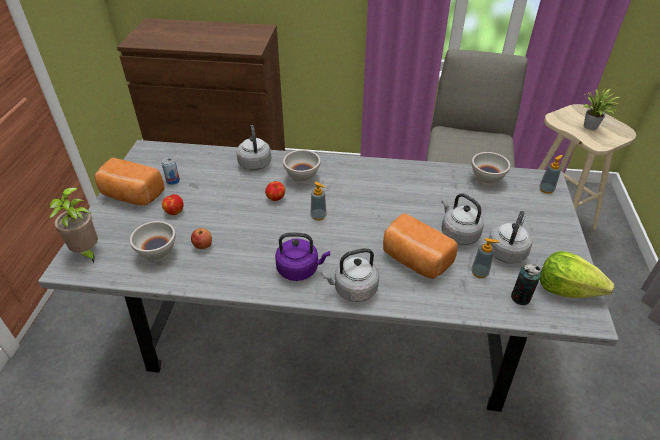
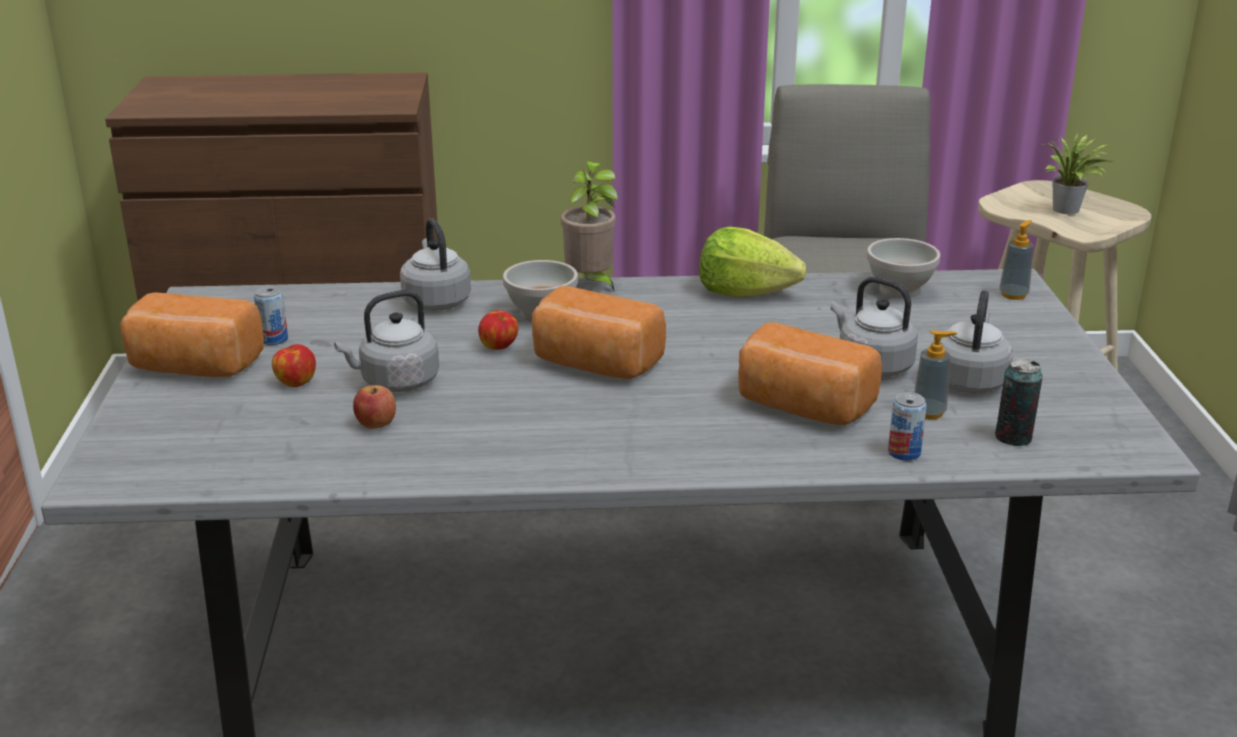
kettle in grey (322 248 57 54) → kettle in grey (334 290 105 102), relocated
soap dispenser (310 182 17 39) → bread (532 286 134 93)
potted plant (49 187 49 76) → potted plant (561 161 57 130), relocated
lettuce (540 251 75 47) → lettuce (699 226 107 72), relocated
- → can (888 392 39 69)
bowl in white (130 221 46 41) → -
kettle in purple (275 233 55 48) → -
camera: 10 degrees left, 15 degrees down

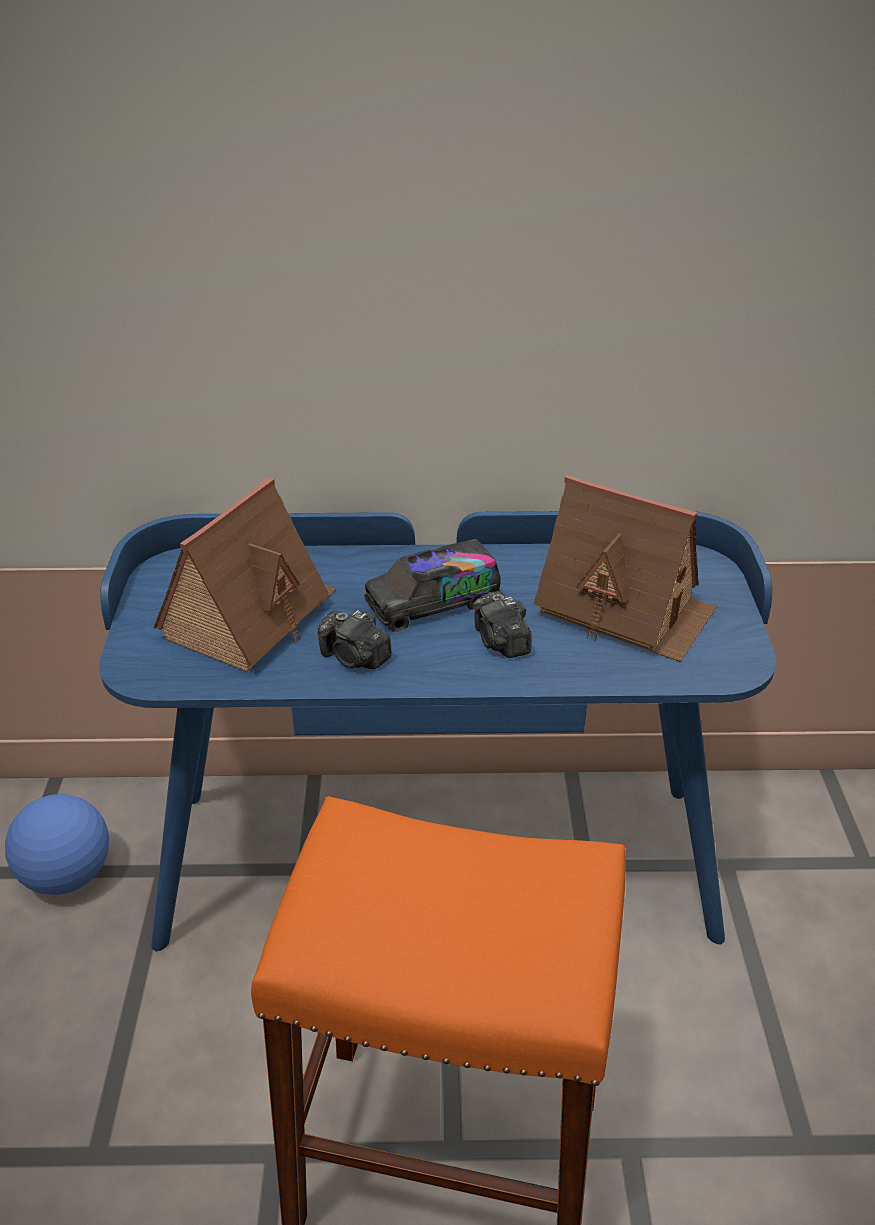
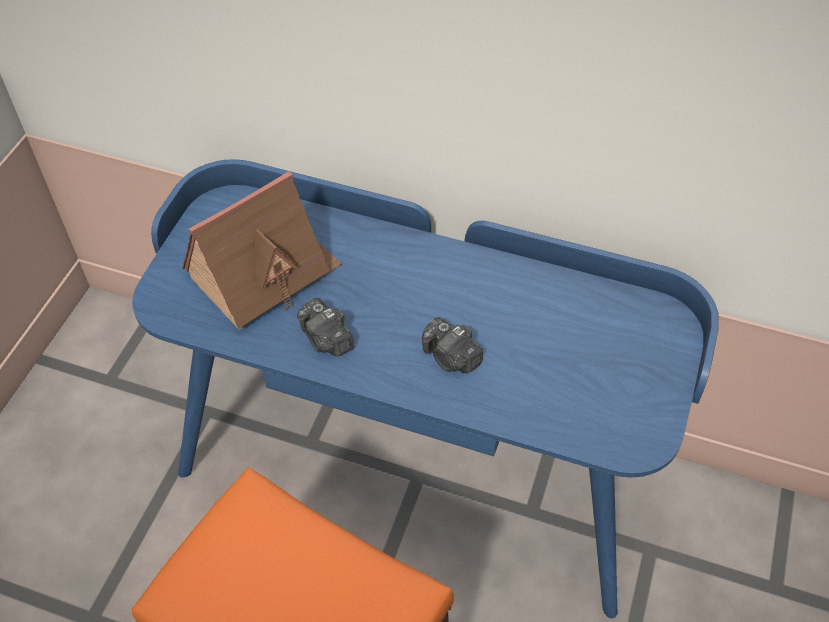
photo camera (472 591 59 67) → photo camera (422 317 61 56), 45 degrees counterclockwise
football (5 794 104 101) → -
toy truck (364 539 137 93) → -
toy house (534 475 183 187) → -
camera: 20 degrees right, 15 degrees up

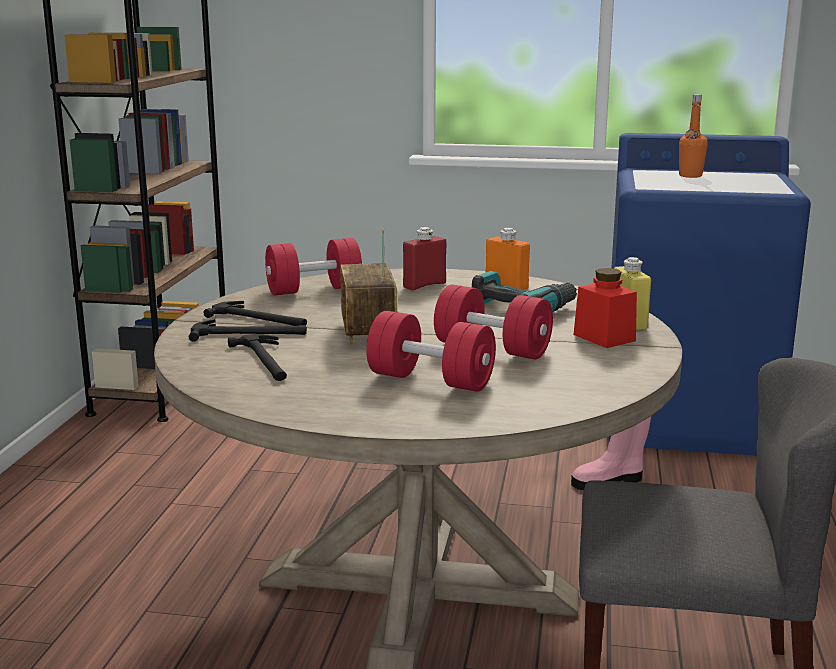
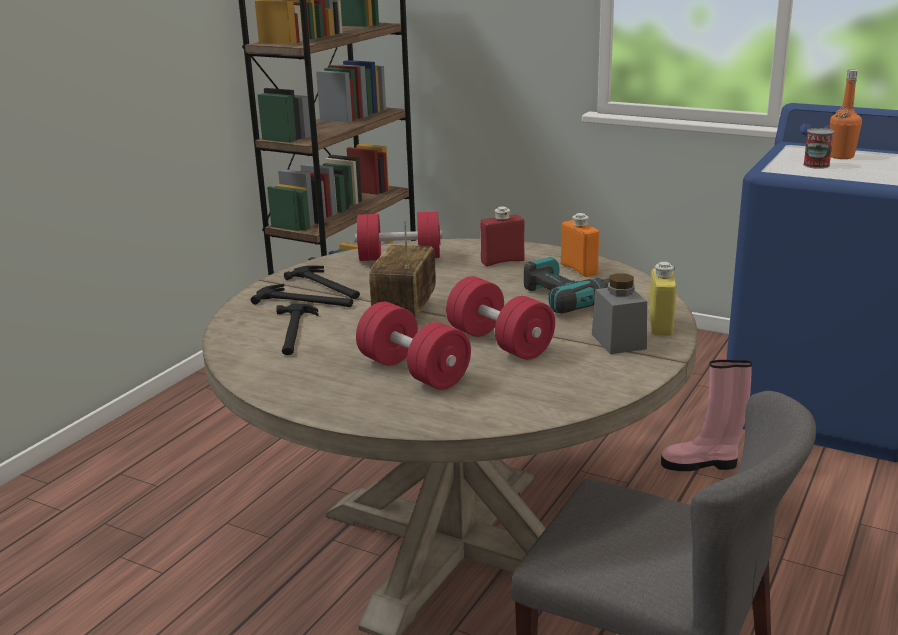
jar in red (573 268 64 80) → jar in grey (592 273 55 81)
- → can (803 128 31 41)
camera: 20 degrees right, 5 degrees up

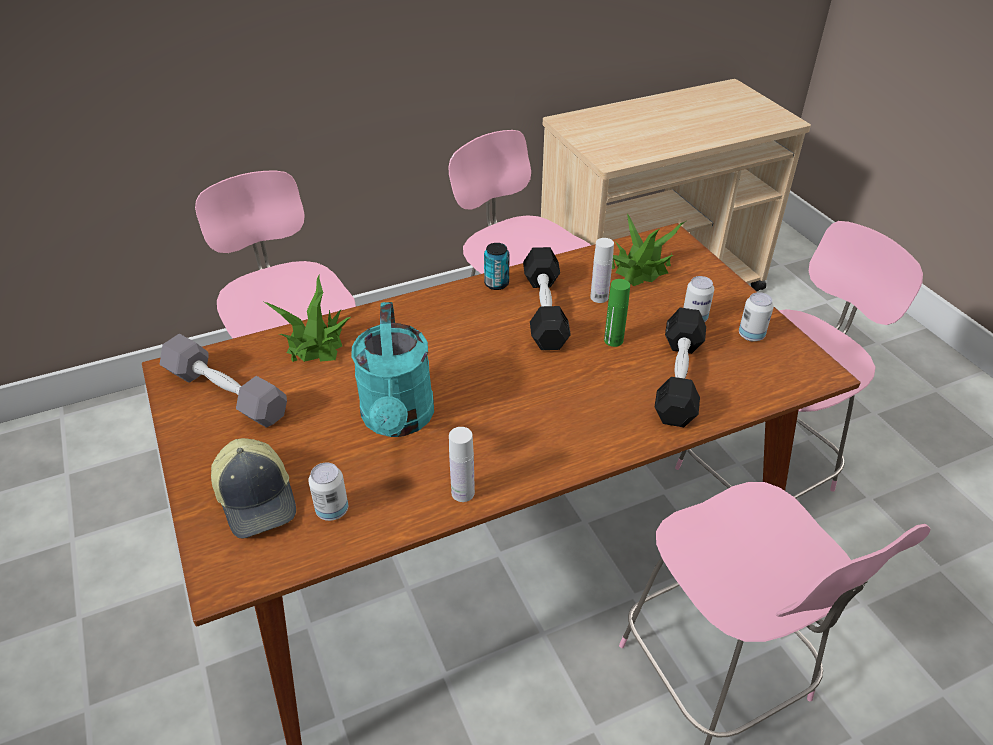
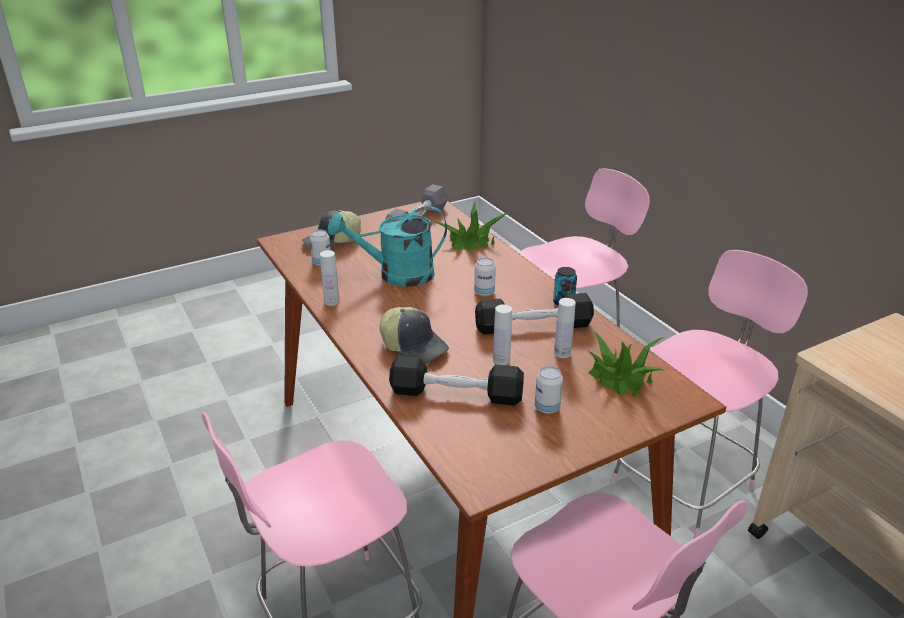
- → cap (379 307 70 57)
can (739 292 35 50) → can (474 257 22 39), relocated
bottle in green (604 279 26 68) → bottle in white (493 304 19 61)
camera: 85 degrees right, 10 degrees down

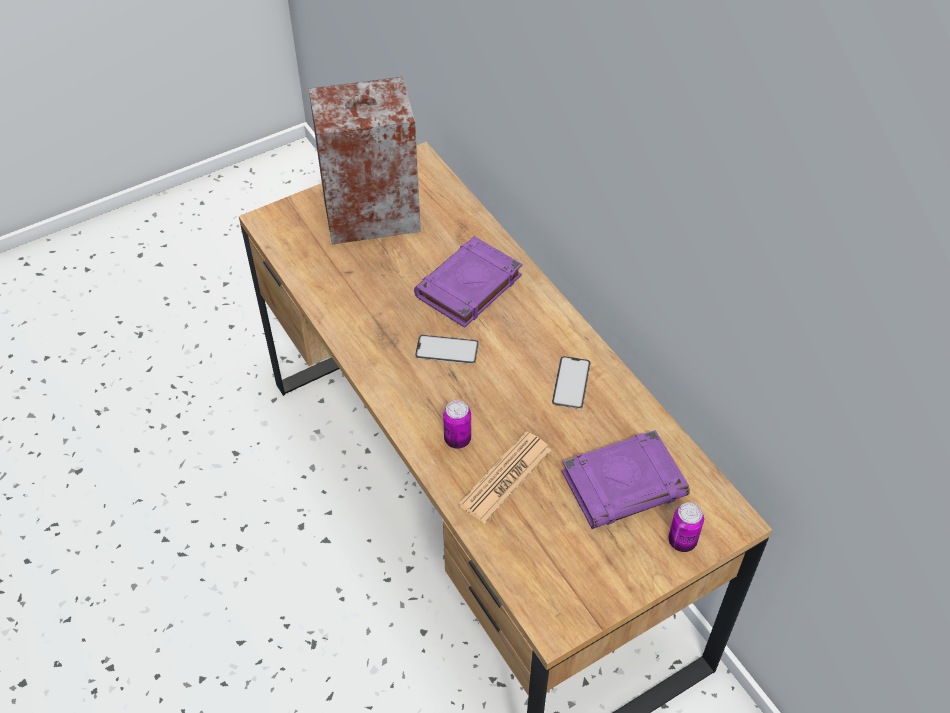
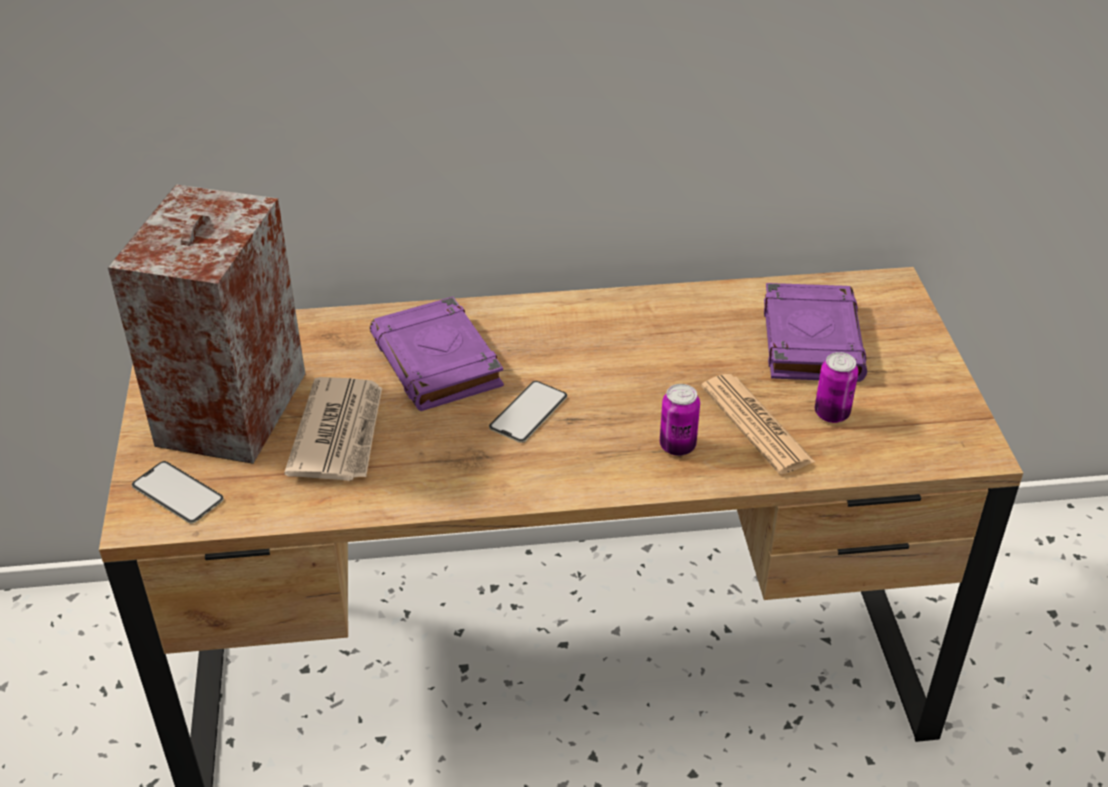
phone (552 356 38 53) → phone (132 461 92 63), relocated
- → newspaper (284 377 98 104)
can (668 502 36 50) → can (815 352 43 71), relocated
camera: 65 degrees left, 10 degrees down

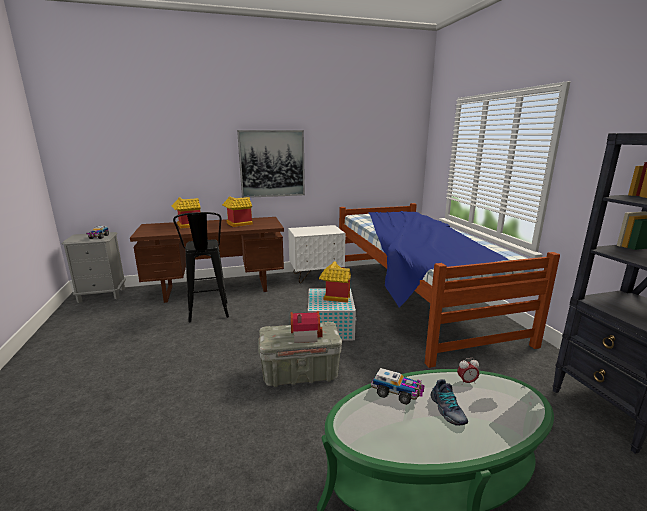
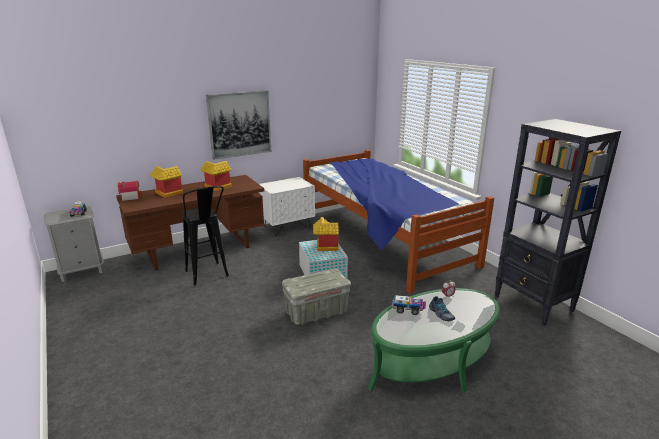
toy house (291 311 31 32) → toy house (118 180 24 21), relocated
camera: 15 degrees left, 5 degrees up

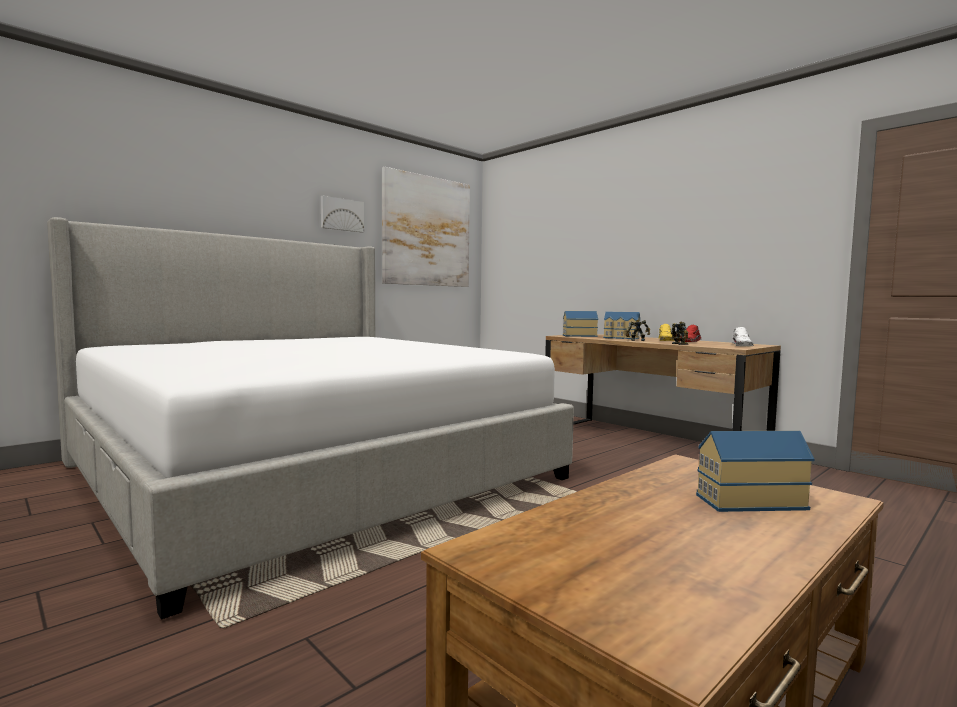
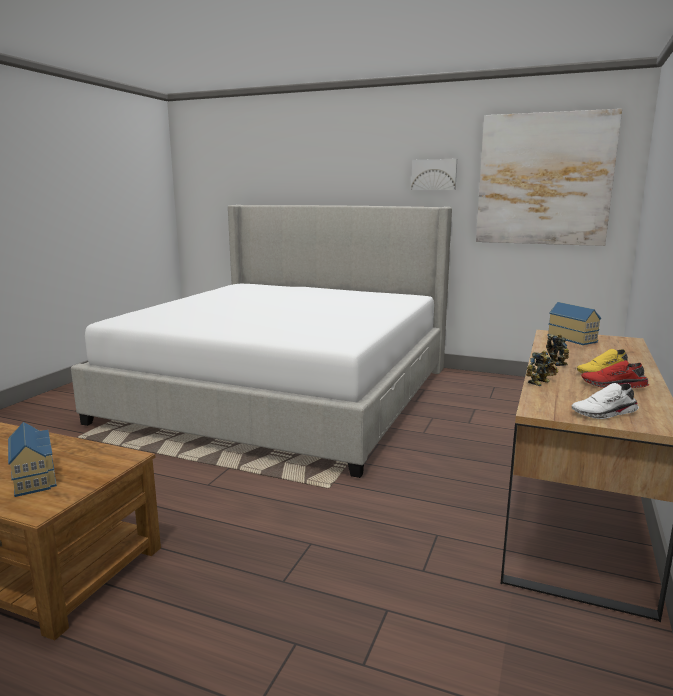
toy house (603 312 37 27) → -
camera: 65 degrees right, 10 degrees up

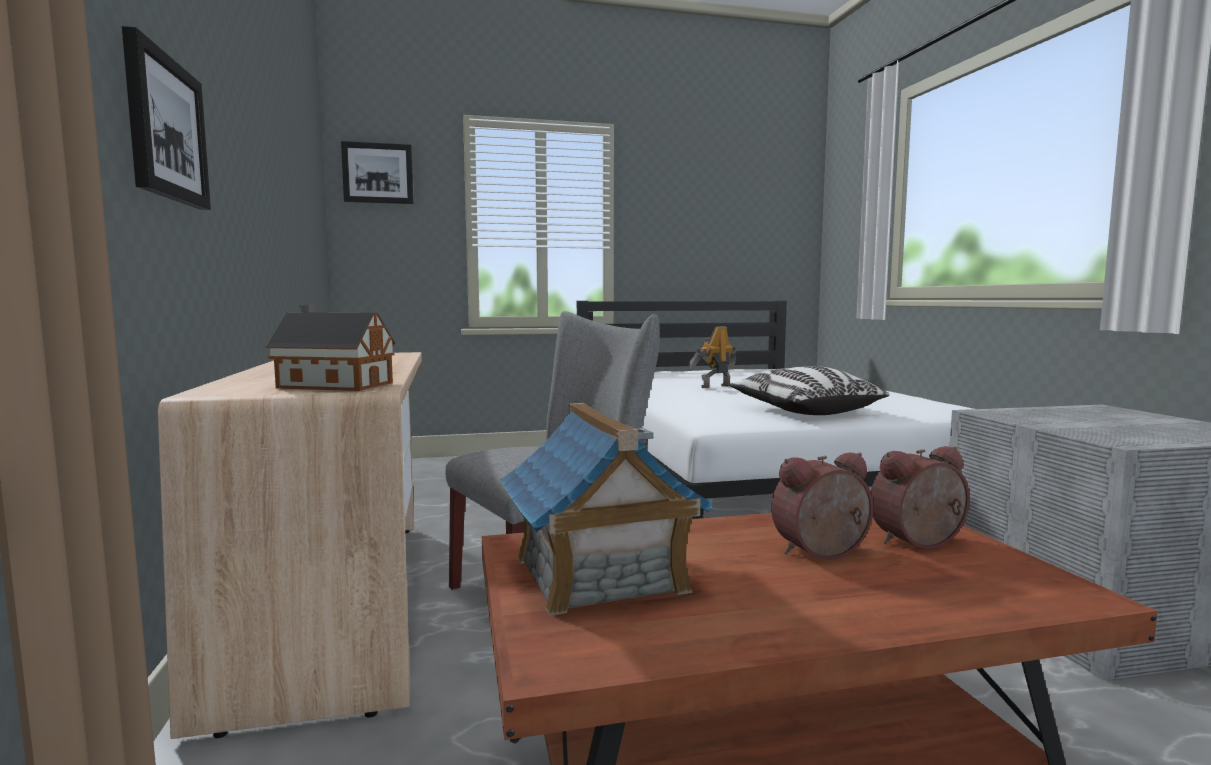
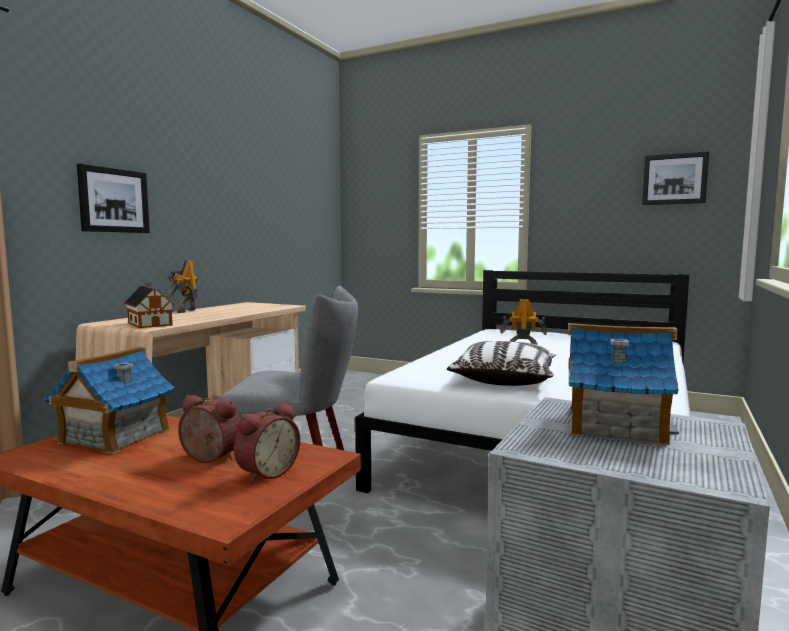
- → toy robot (166 261 32 52)
alarm clock (871 446 99 103) → alarm clock (234 402 66 81), 105 degrees clockwise
- → toy house (568 323 111 122)
picture (341 141 73 63) → picture (642 151 67 54), relocated
camera: 40 degrees right, 0 degrees up

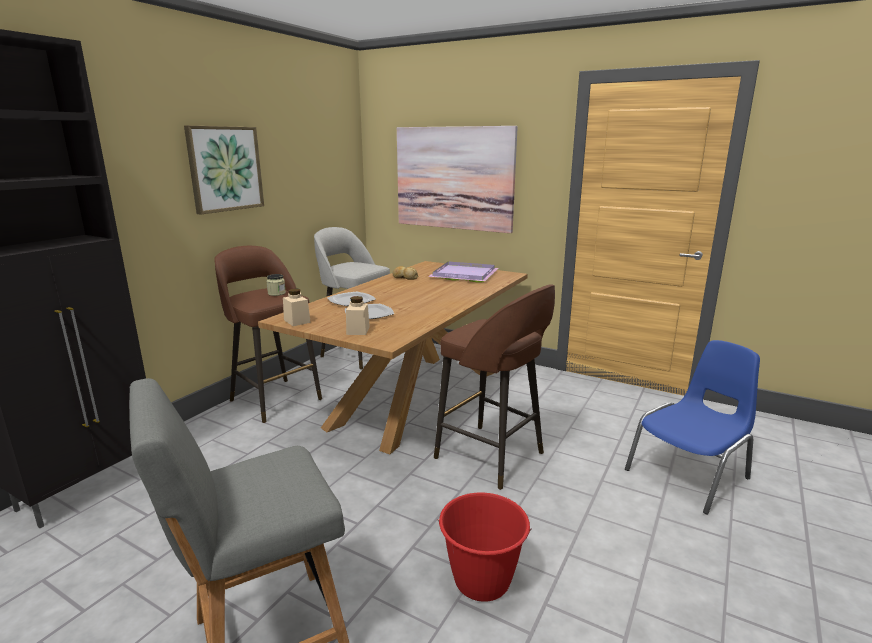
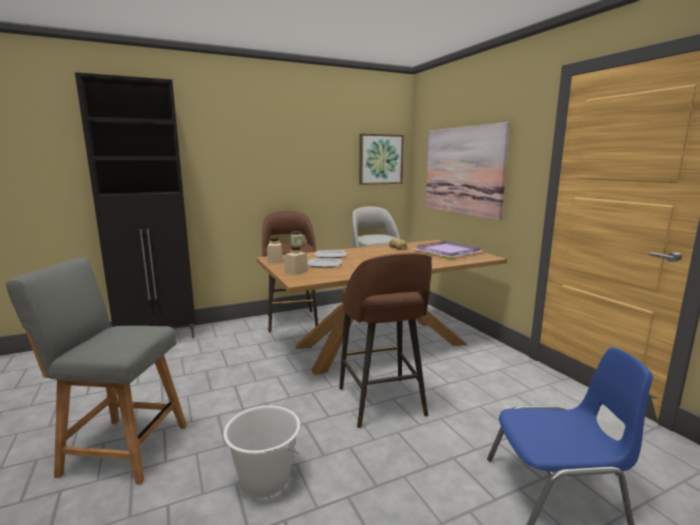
bucket in red (438 492 94 110) → bucket in white (223 405 77 92)
picture (184 125 80 90) → picture (359 134 45 51), relocated
camera: 35 degrees right, 5 degrees down

